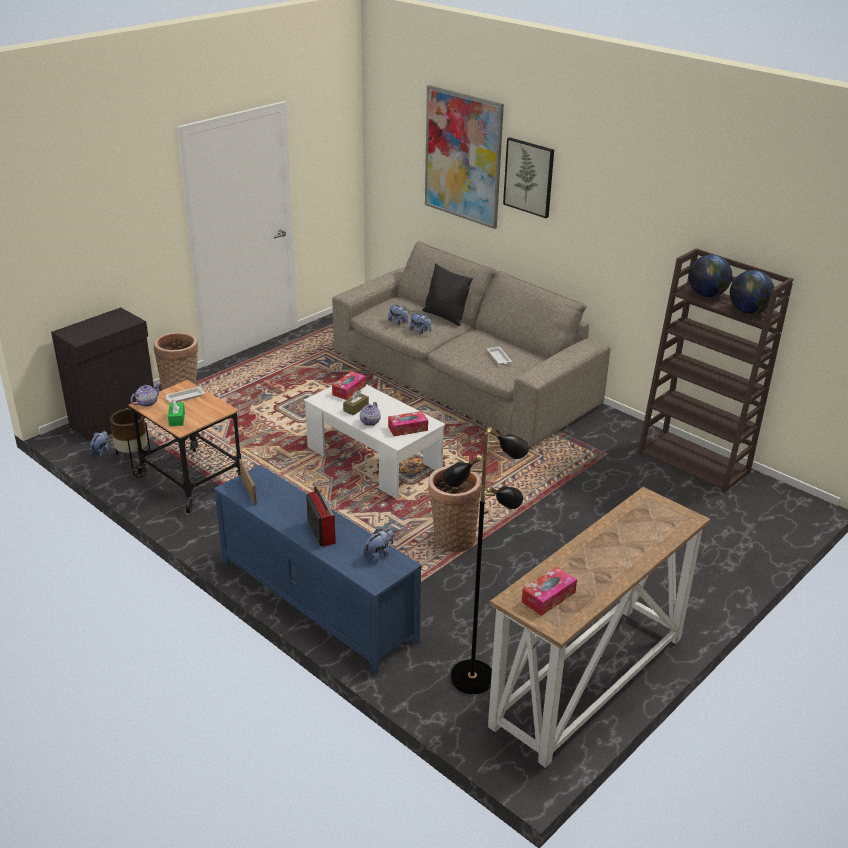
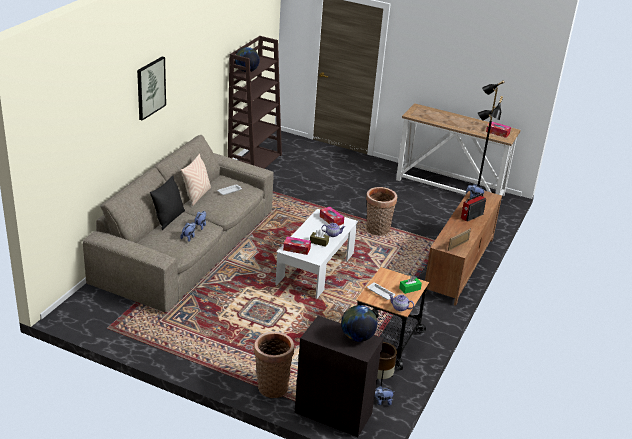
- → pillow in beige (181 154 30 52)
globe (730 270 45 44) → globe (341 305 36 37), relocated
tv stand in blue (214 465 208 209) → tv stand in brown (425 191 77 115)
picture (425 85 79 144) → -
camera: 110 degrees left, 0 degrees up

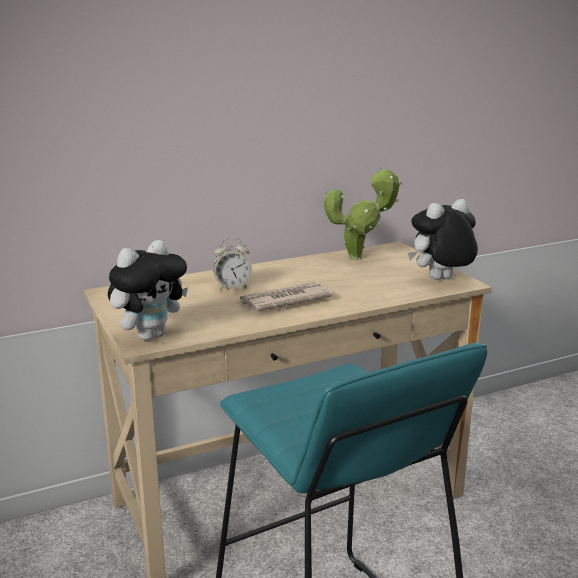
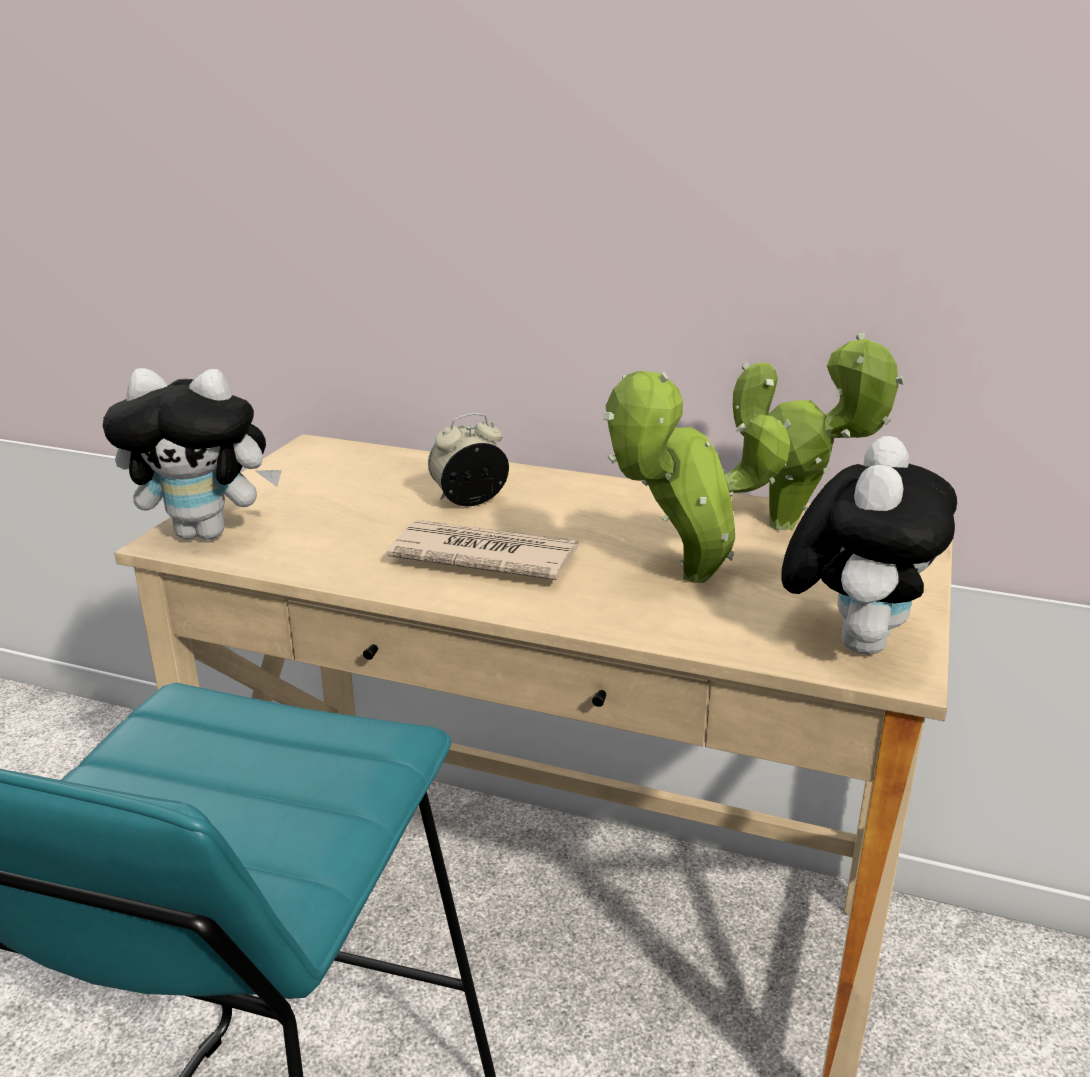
alarm clock (213 238 39 52) → alarm clock (428 413 81 93), 120 degrees clockwise
- → potted plant (603 371 188 212)
plush toy (408 199 70 81) → plush toy (781 436 176 219), 90 degrees clockwise
camera: 45 degrees right, 5 degrees up

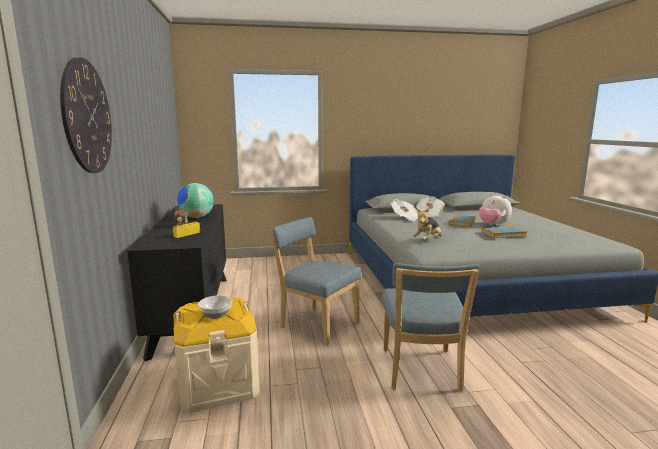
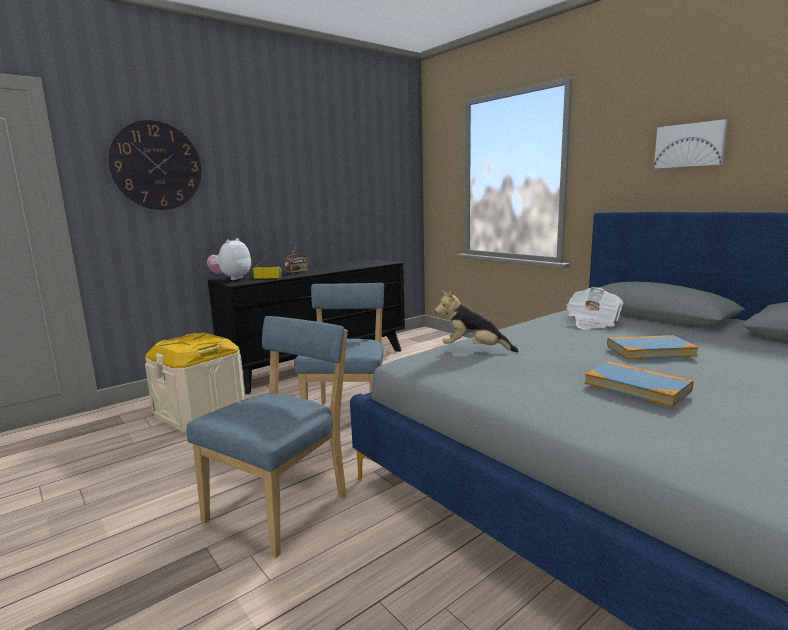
chair in blue (382 263 98 128) → chair in blue (187 316 161 242), 150 degrees clockwise
plush toy (479 194 33 32) → plush toy (207 238 44 42), relocated
- → picture (654 119 74 50)
globe (177 183 37 35) → -
bowl (198 295 35 24) → -
newspaper (416 196 29 21) → -
camera: 60 degrees right, 0 degrees up

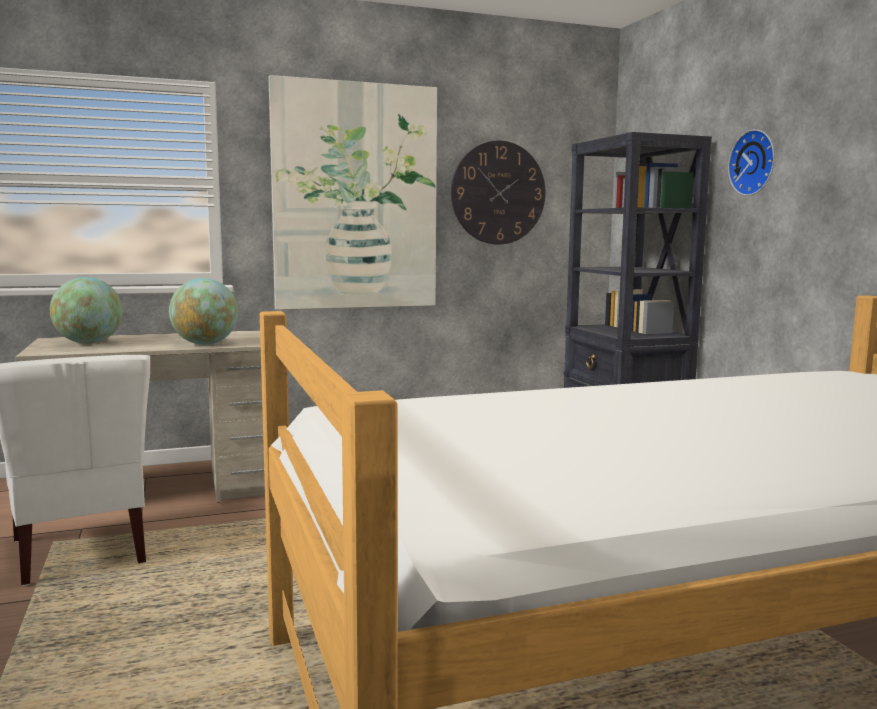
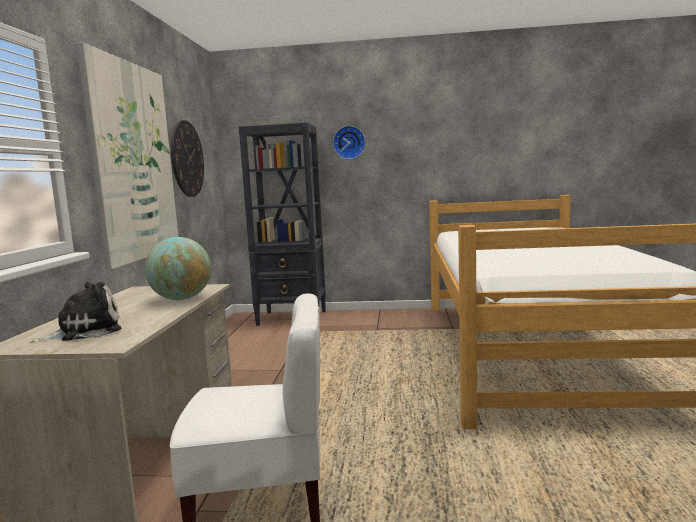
globe (50 277 73 67) → plush toy (31 282 90 61)
camera: 65 degrees left, 0 degrees up

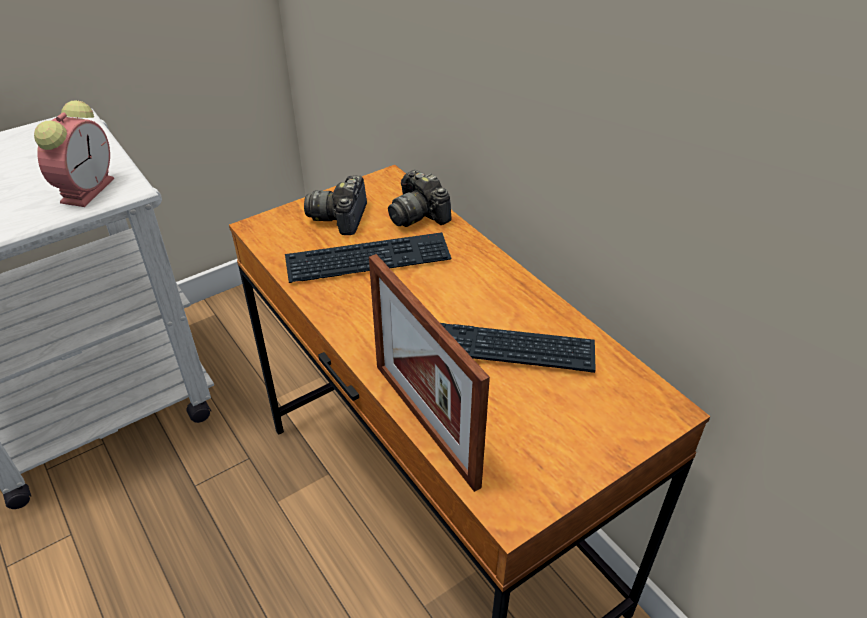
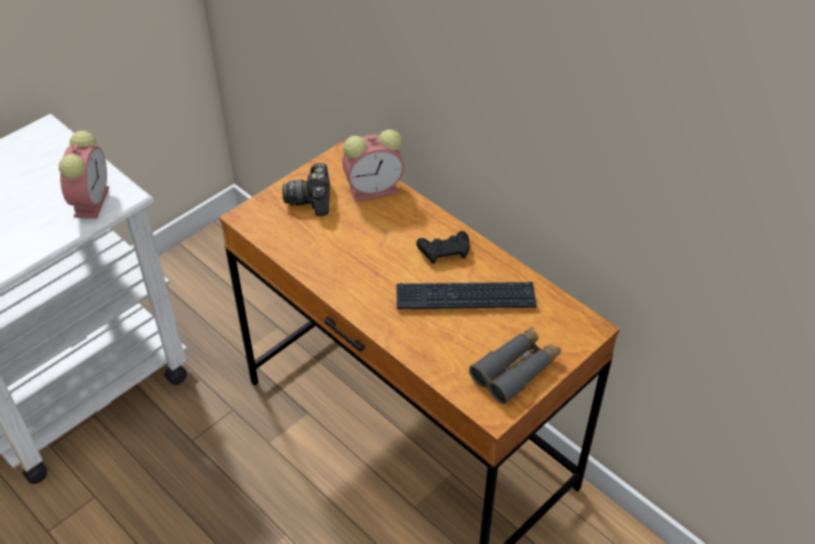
photo camera (388 170 63 57) → alarm clock (342 129 62 73)
- → game controller in black (416 231 54 33)
- → binoculars in grey (469 327 92 77)
keyboard (285 232 167 51) → -
picture frame (369 254 121 238) → -
camera: 10 degrees left, 5 degrees up

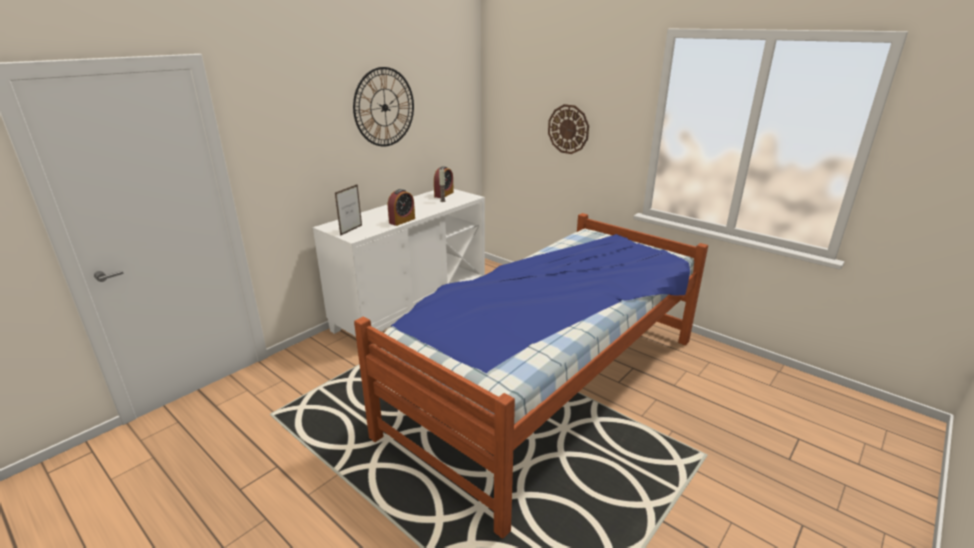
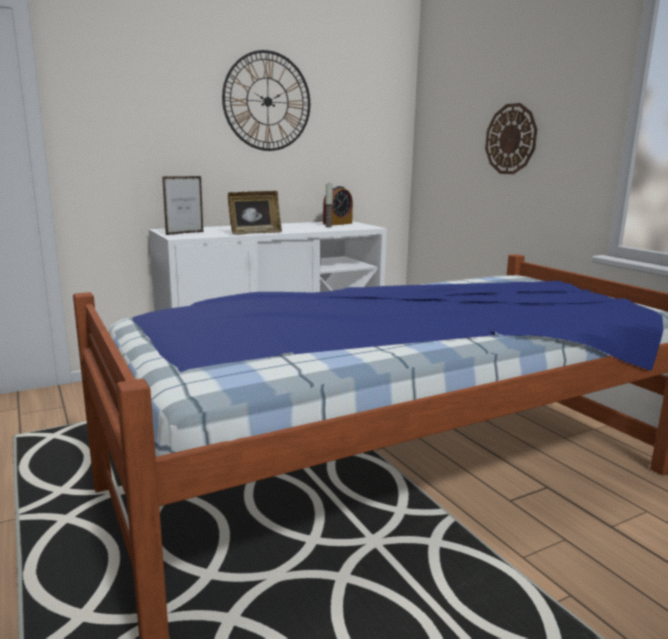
alarm clock (388 189 27 37) → picture frame (228 191 54 44)
camera: 20 degrees right, 10 degrees down

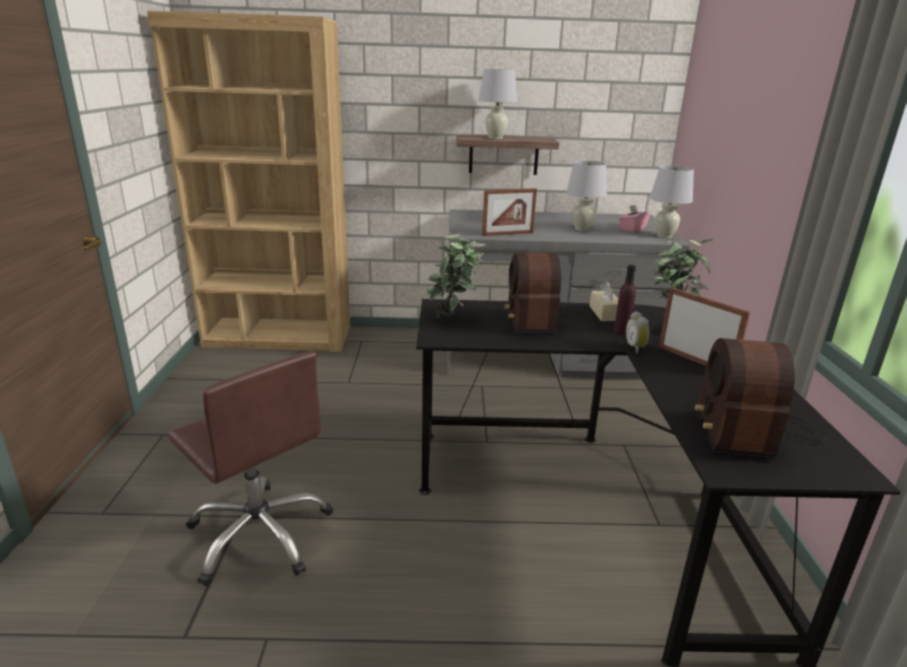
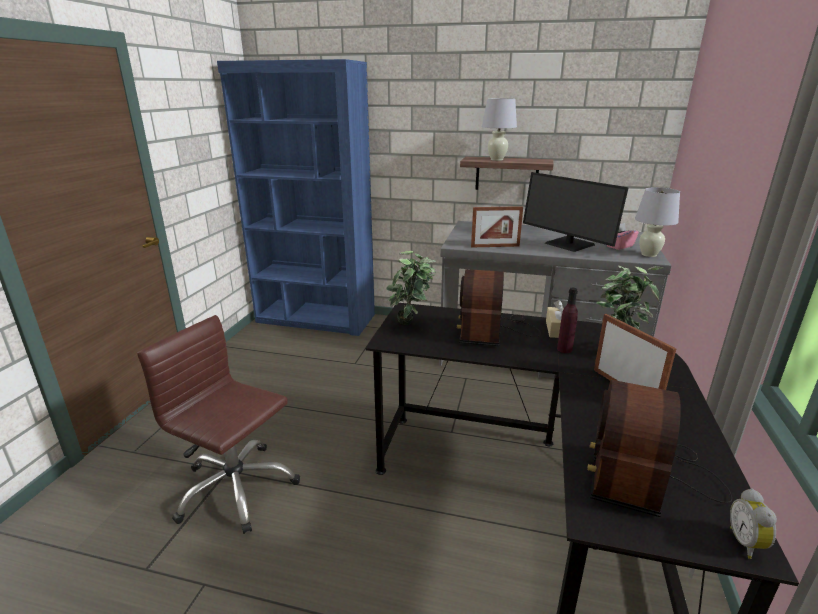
office chair in brown (168 351 165 235) → office chair in brown (137 315 163 219), 150 degrees clockwise
bookcase in brown (147 11 203 341) → bookcase in blue (217 59 158 277)
table lamp in white (566 160 41 71) → monitor (523 172 106 80)
alarm clock (626 311 23 42) → alarm clock (730 488 47 71), relocated
camera: 15 degrees right, 0 degrees up

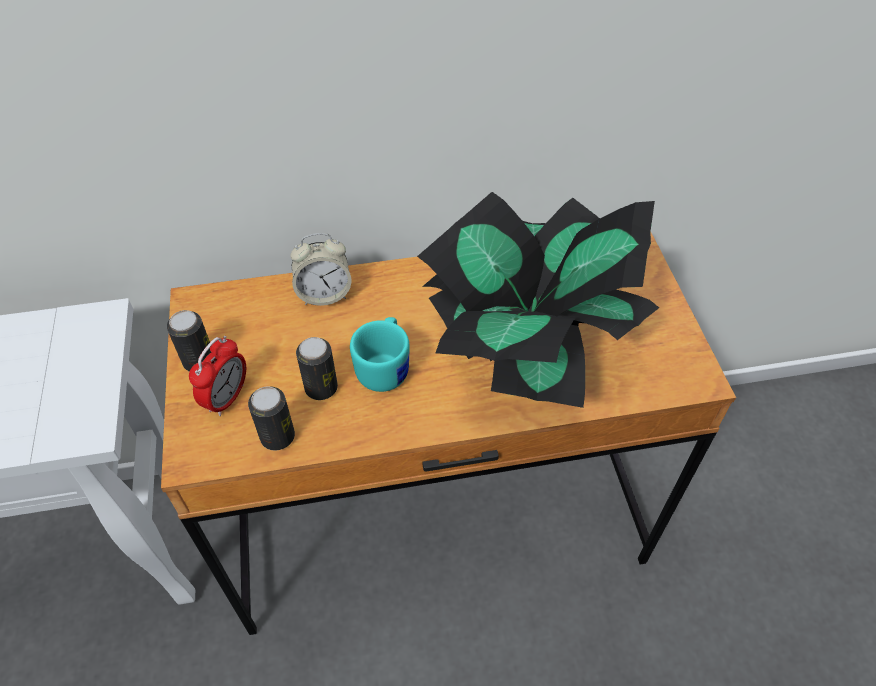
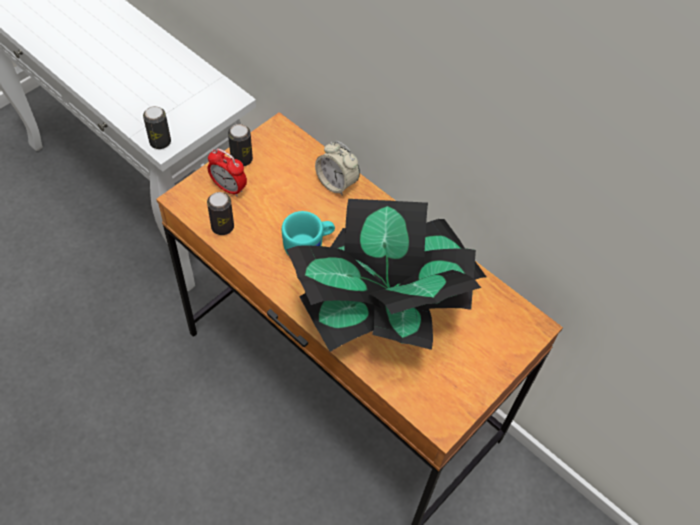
can (296 337 42 63) → can (143 106 28 43), relocated
alarm clock (189 336 57 80) → alarm clock (208 148 39 49), 45 degrees clockwise
camera: 50 degrees right, 5 degrees up

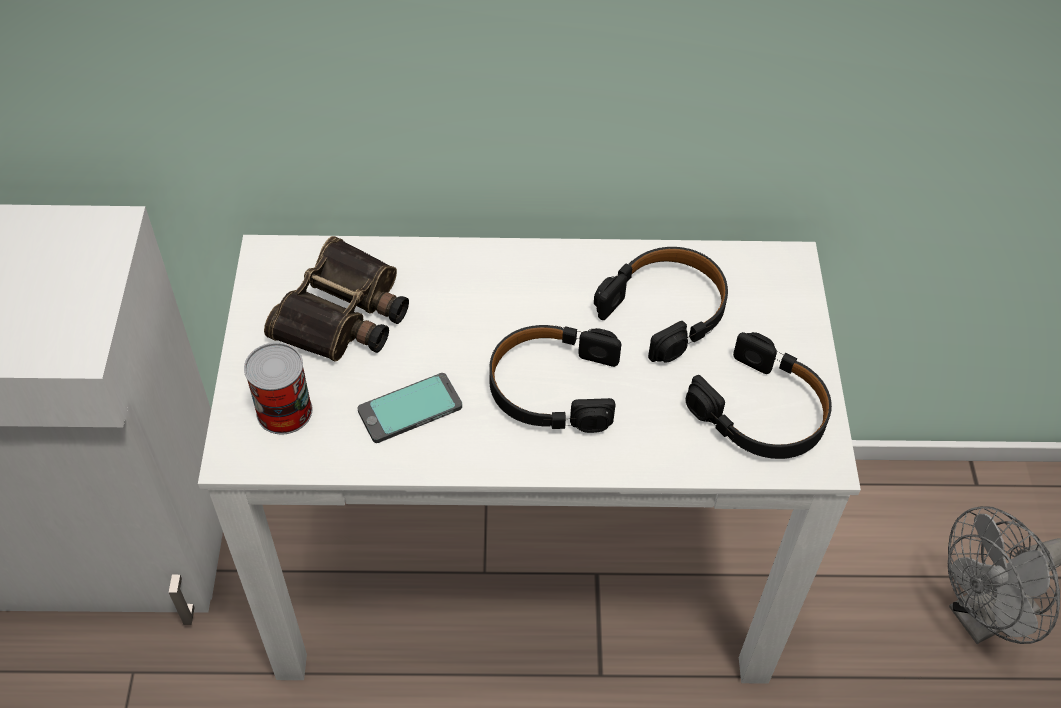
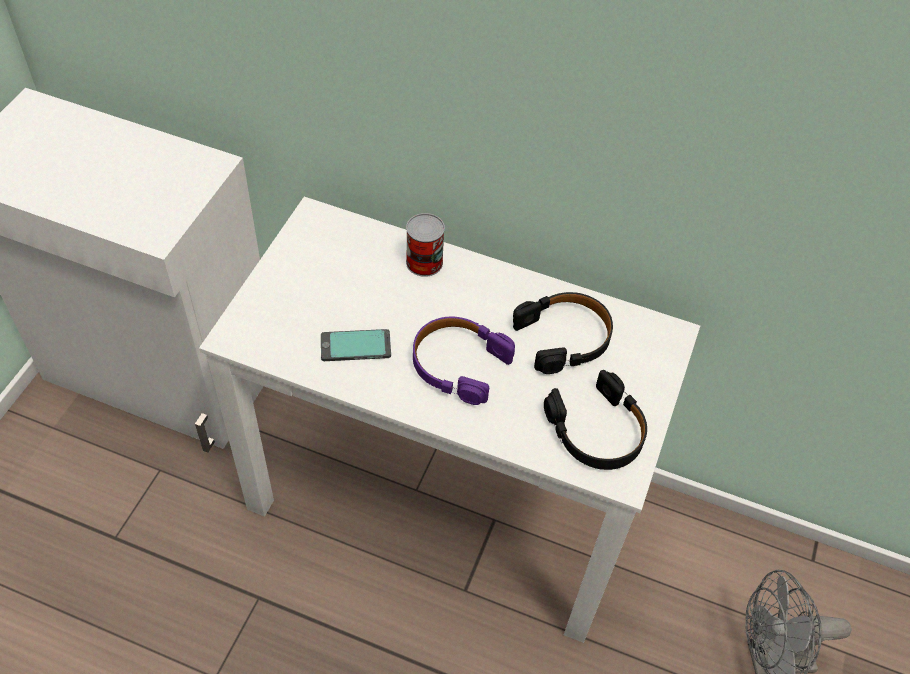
can (244 342 68 92) → can (406 213 39 64), relocated
headphones in black (489 325 132 108) → headphones in purple (413 317 102 88)
binoculars (264 236 145 126) → -
camera: 20 degrees right, 0 degrees up

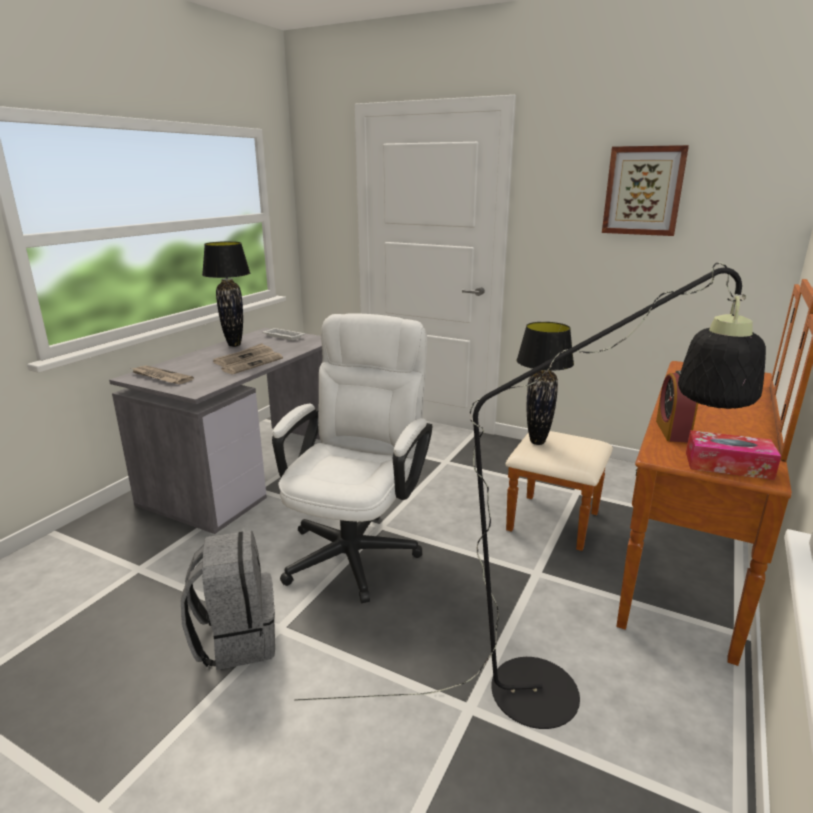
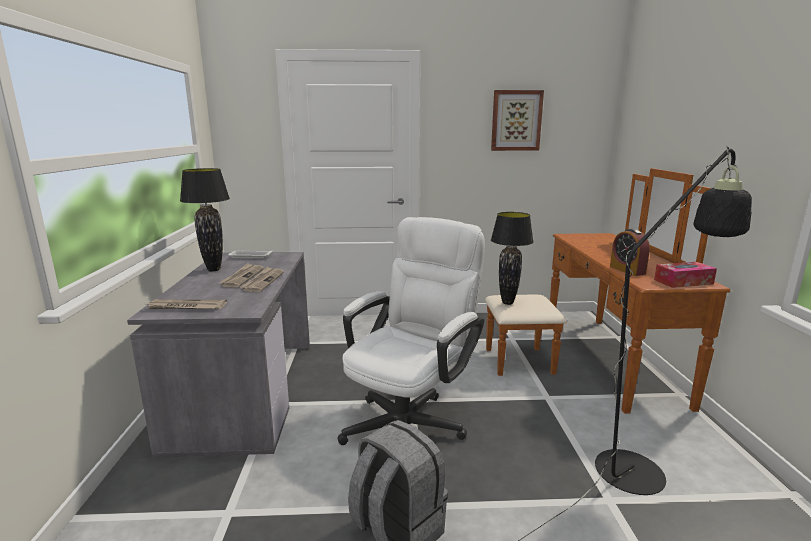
office chair in white (272 314 160 290) → office chair in white (338 217 147 228), 45 degrees clockwise
camera: 30 degrees left, 5 degrees down

